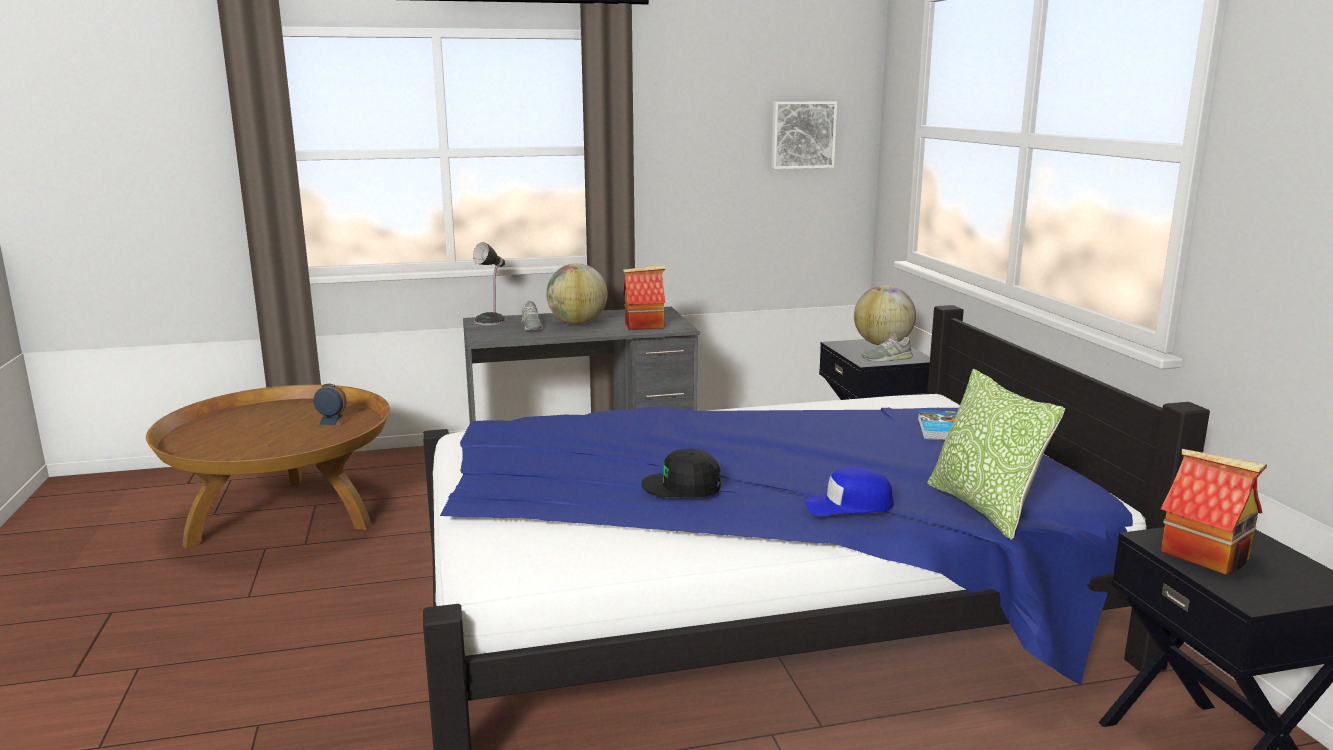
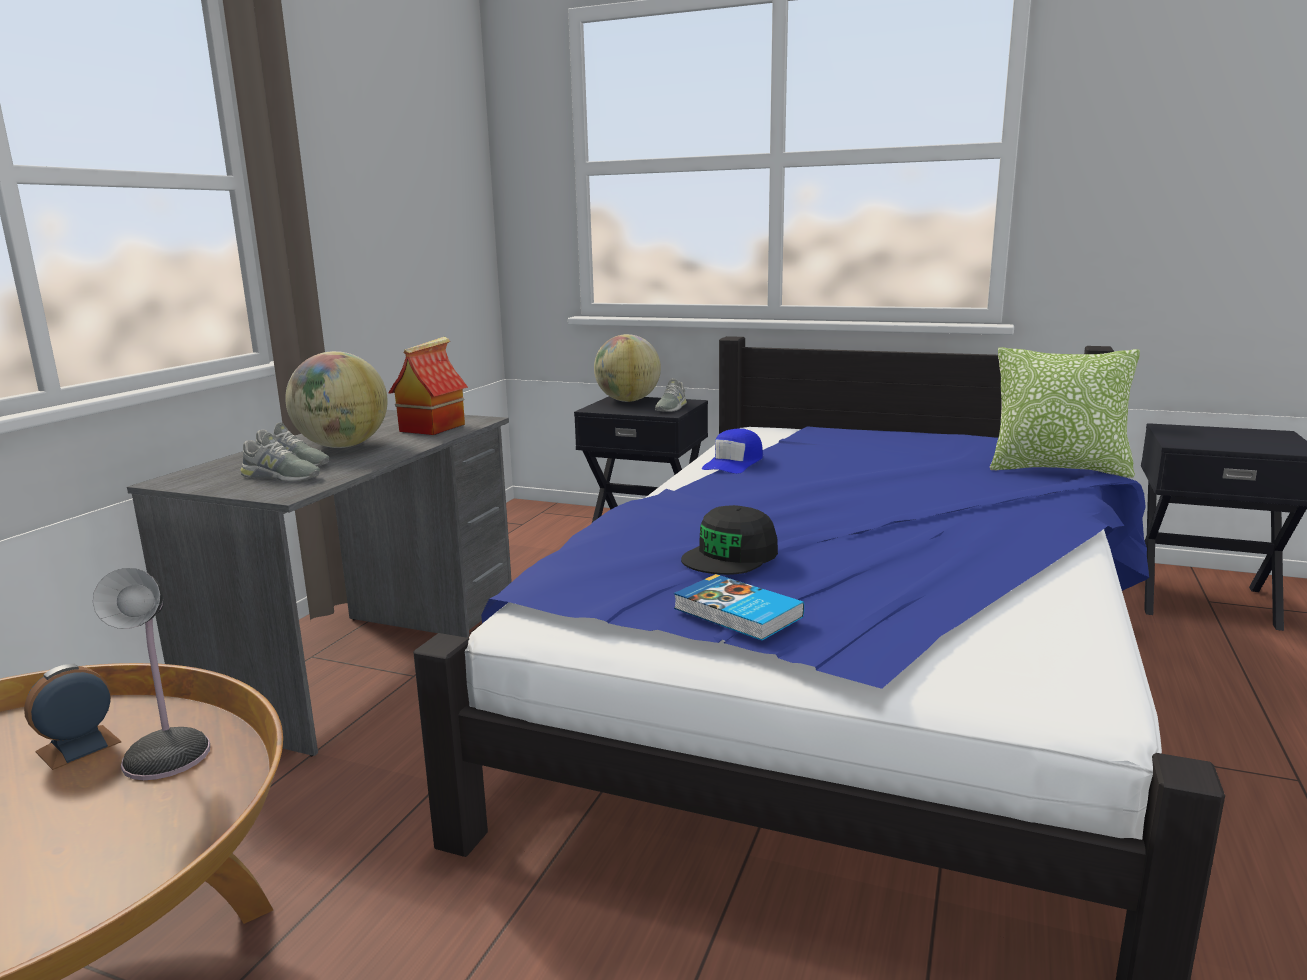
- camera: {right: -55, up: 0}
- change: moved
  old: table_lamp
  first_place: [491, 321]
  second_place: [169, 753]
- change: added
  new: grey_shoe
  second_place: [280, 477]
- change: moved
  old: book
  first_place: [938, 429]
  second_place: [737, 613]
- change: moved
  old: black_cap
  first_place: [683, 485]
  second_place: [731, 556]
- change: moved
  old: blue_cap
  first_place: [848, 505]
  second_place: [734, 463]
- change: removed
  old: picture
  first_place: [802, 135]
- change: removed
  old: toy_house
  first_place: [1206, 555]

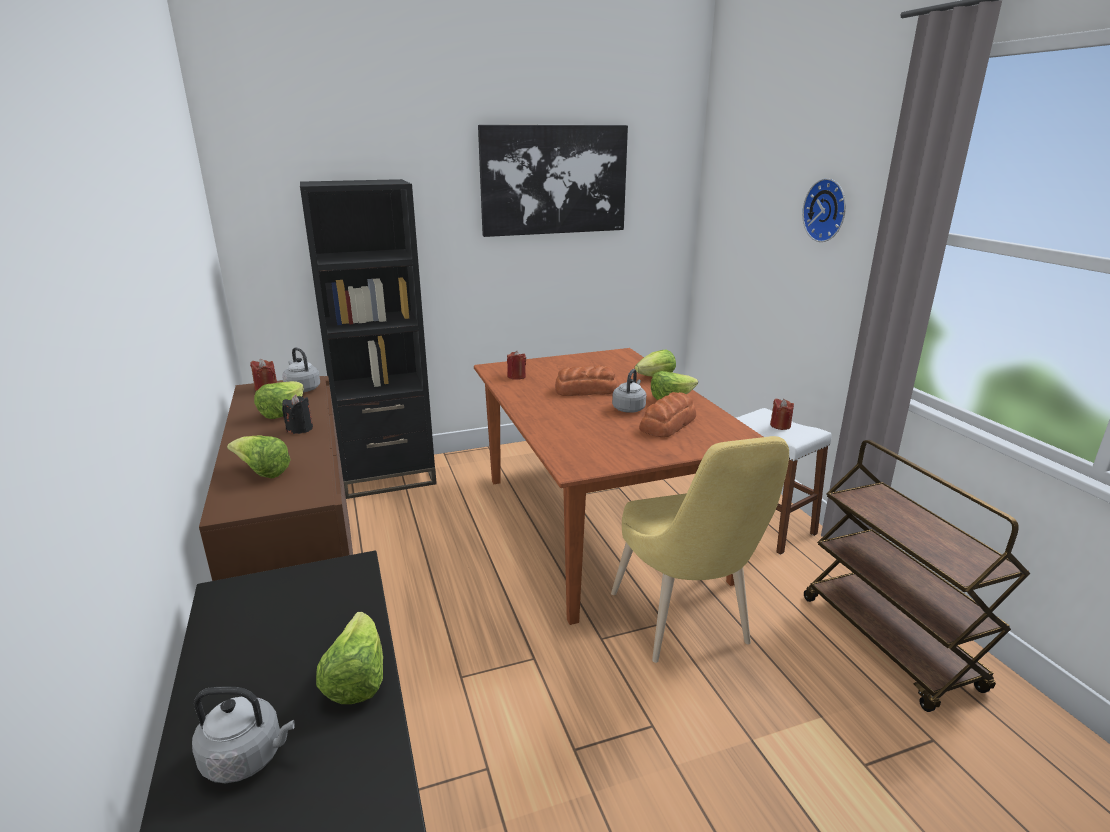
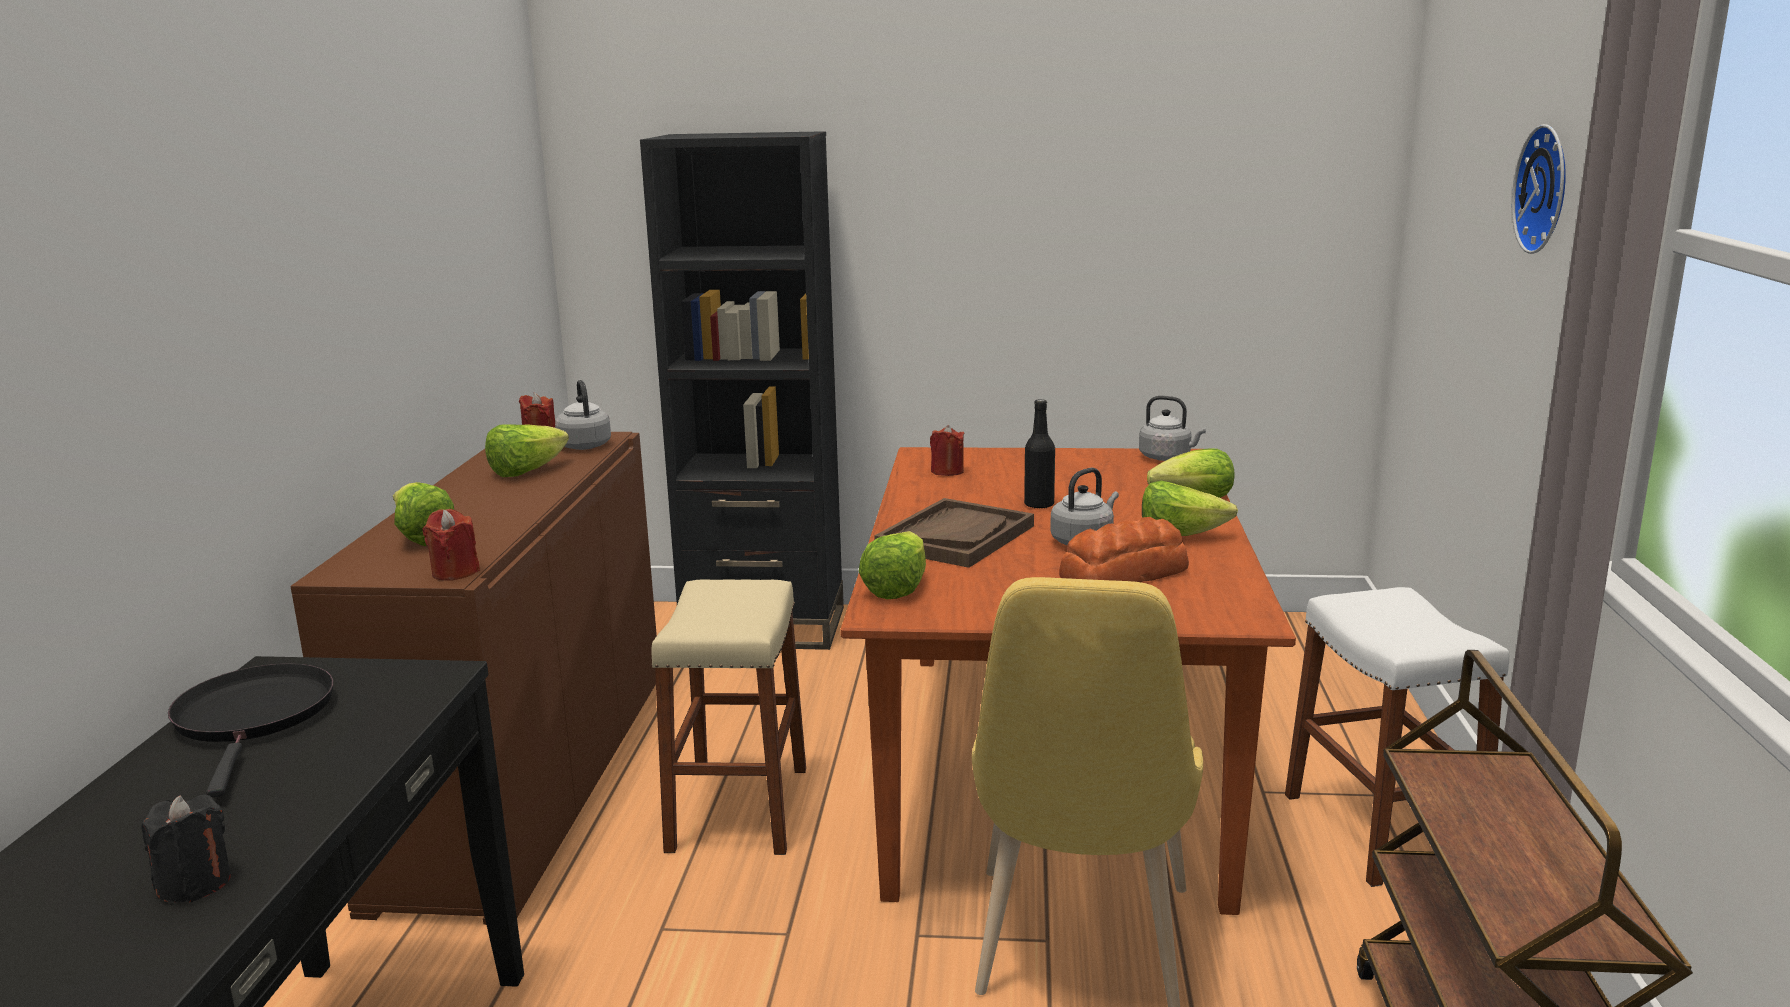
- camera: {right: 25, up: -5}
- change: moved
  old: black_candle
  first_place: [300, 429]
  second_place: [194, 884]
- change: added
  new: black_frying_pan
  second_place: [254, 718]
- change: moved
  old: red_candle
  first_place: [780, 425]
  second_place: [455, 572]
- change: added
  new: beige_stool
  second_place: [738, 809]
- change: moved
  old: lettuce
  first_place: [356, 679]
  second_place: [897, 588]
- change: added
  new: brown_tray
  second_place: [955, 537]
- change: replaced
  old: bread
  new: black_bottle
  first_place: [585, 390]
  second_place: [1039, 505]
- change: moved
  old: grey_kettle
  first_place: [247, 757]
  second_place: [1167, 457]
- change: removed
  old: picture
  first_place: [554, 180]

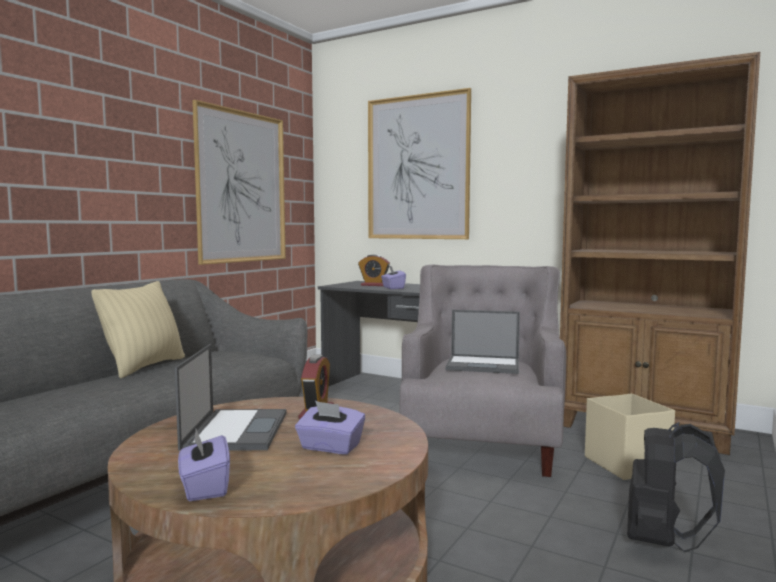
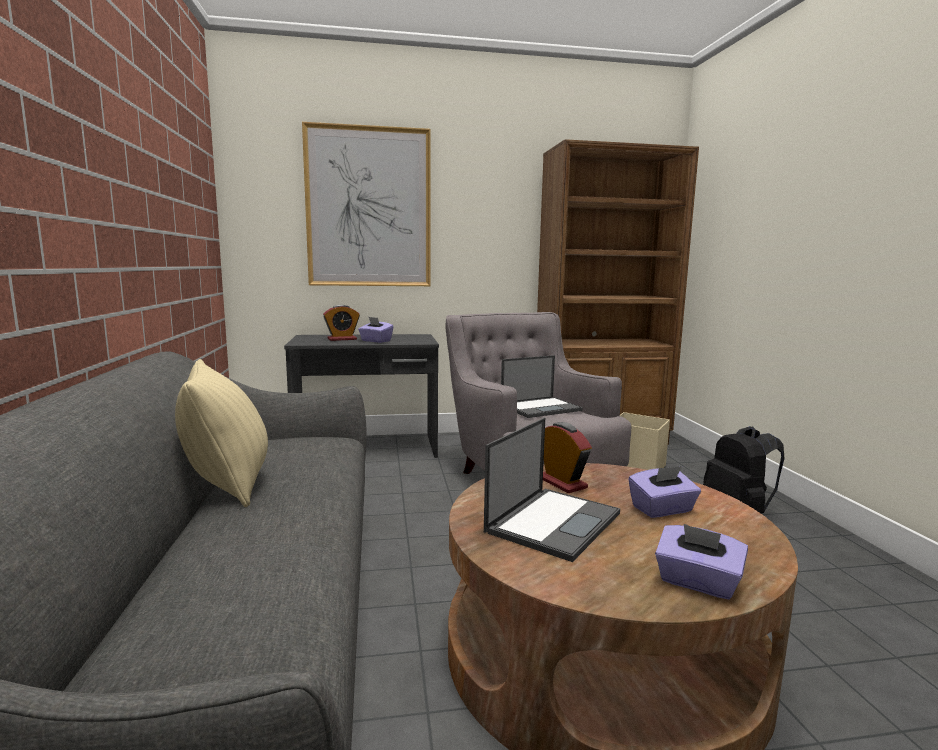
- camera: {right: -40, up: 5}
- change: turned
  old: laptop
  first_place: [236, 430]
  second_place: [554, 521]
  degrees: 75
- change: removed
  old: picture
  first_place: [242, 187]

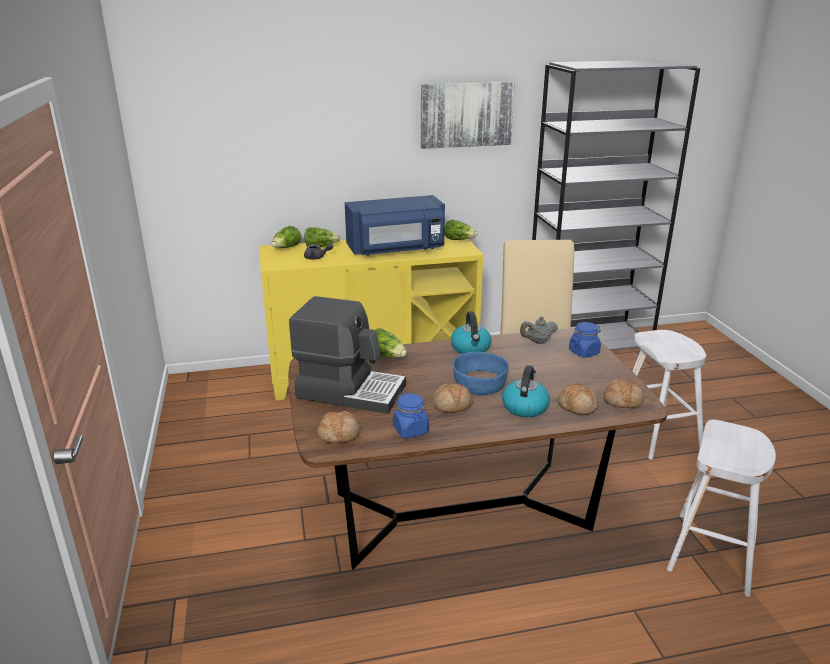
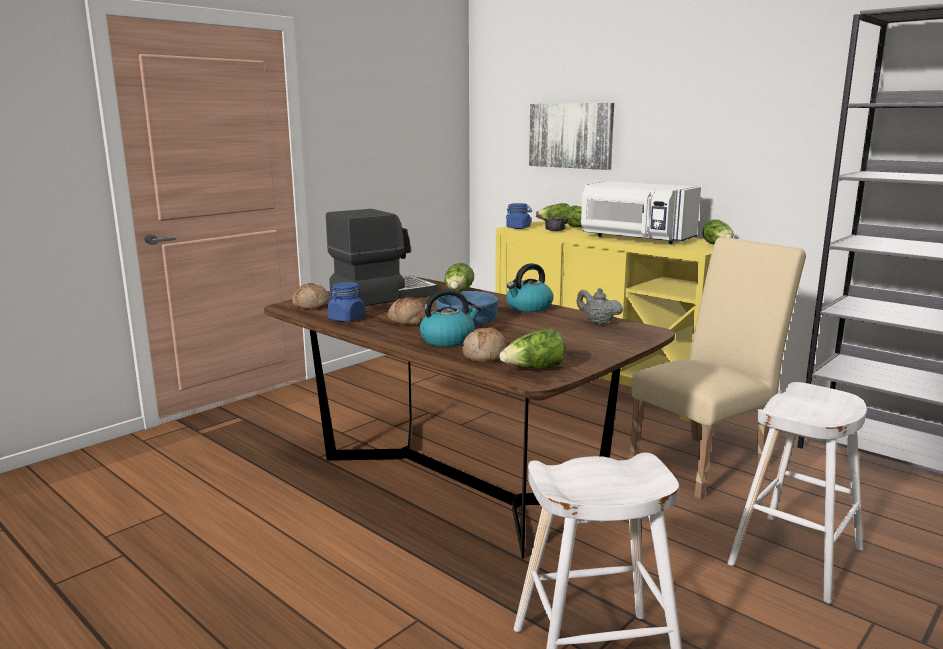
- camera: {right: 55, up: -10}
- change: turned
  old: coffee_machine
  first_place: [350, 390]
  second_place: [382, 295]
  degrees: -105
- change: replaced
  old: bread
  new: lettuce
  first_place: [623, 400]
  second_place: [534, 369]
- change: moved
  old: blue_jar
  first_place: [584, 352]
  second_place: [518, 228]
- change: moved
  old: picture
  first_place: [466, 114]
  second_place: [571, 135]
- change: recoloured
  old: blue_microwave
  new: white_microwave
  first_place: [396, 250]
  second_place: [634, 239]

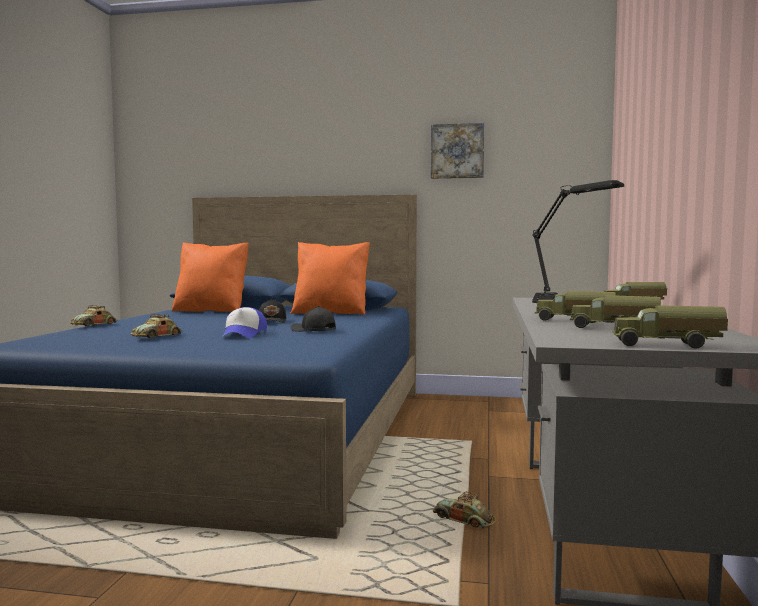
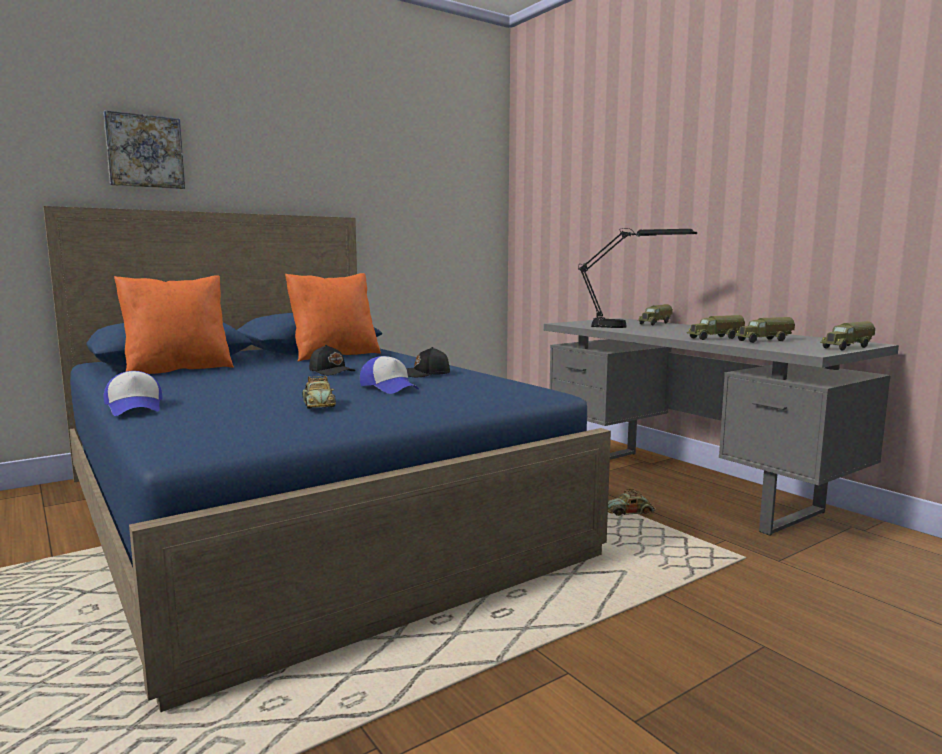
- camera: {right: -45, up: 5}
- change: moved
  old: picture
  first_place: [457, 151]
  second_place: [144, 151]
- change: replaced
  old: toy_car
  new: cap
  first_place: [94, 325]
  second_place: [135, 407]

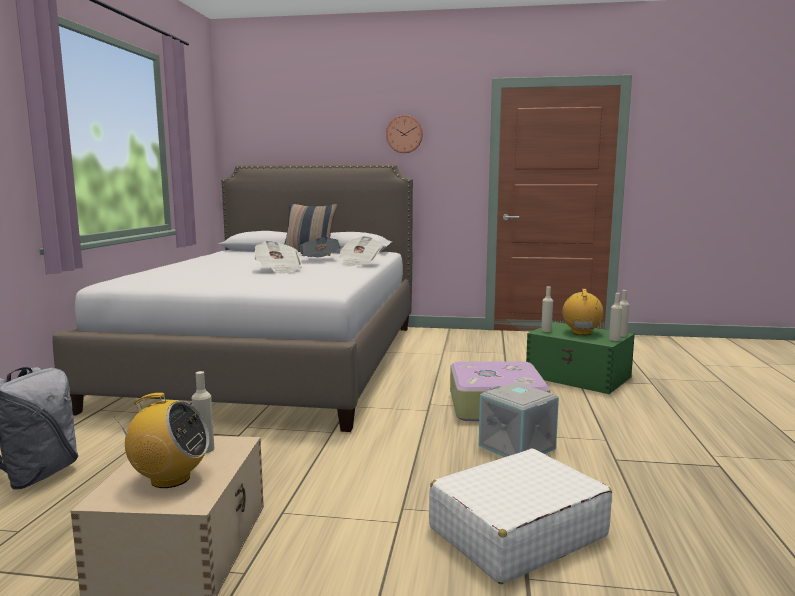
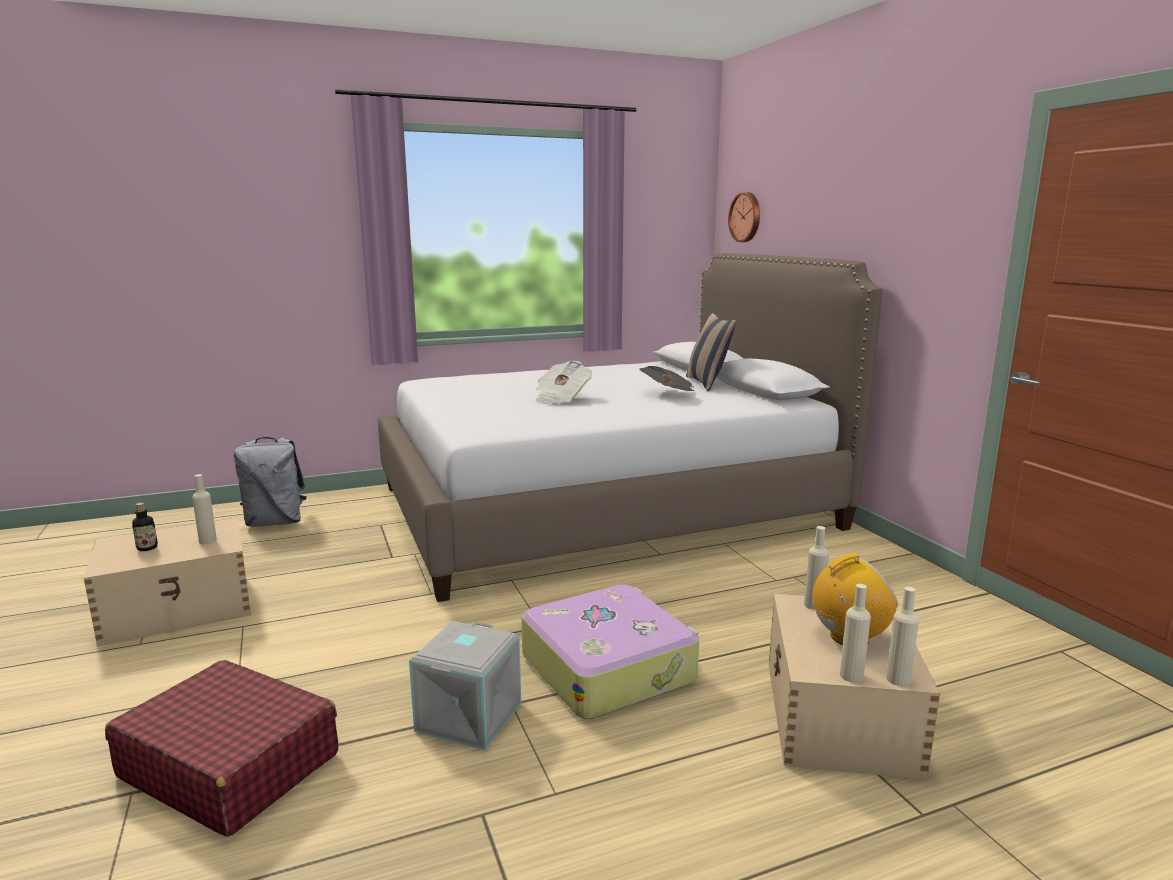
- camera: {right: 60, up: 5}
- change: recoloured
  old: white_suitcase
  new: red_suitcase
  first_place: [516, 532]
  second_place: [229, 765]
- change: replaced
  old: radio
  new: bottle
  first_place: [169, 479]
  second_place: [147, 548]
- change: moved
  old: wall_clock
  first_place: [404, 134]
  second_place: [746, 217]
- change: recoloured
  old: green_storage_box
  new: beige_storage_box
  first_place: [579, 377]
  second_place: [838, 716]
- change: removed
  old: newspaper
  first_place: [359, 263]

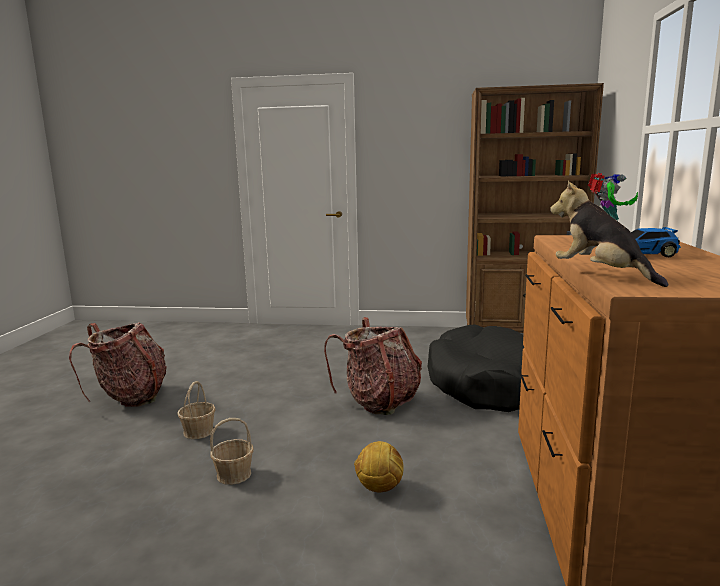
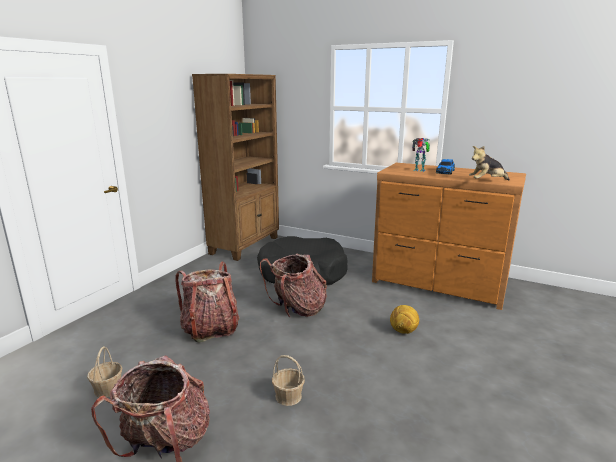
- camera: {right: -70, up: 5}
- change: moved
  old: basket
  first_place: [234, 474]
  second_place: [108, 388]
- change: added
  new: backpack
  second_place: [210, 329]

